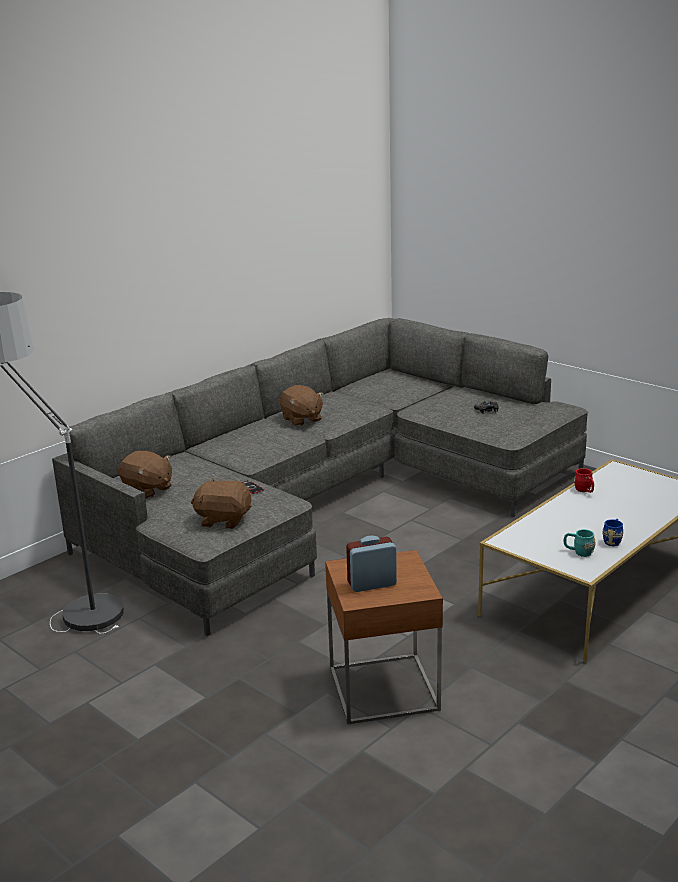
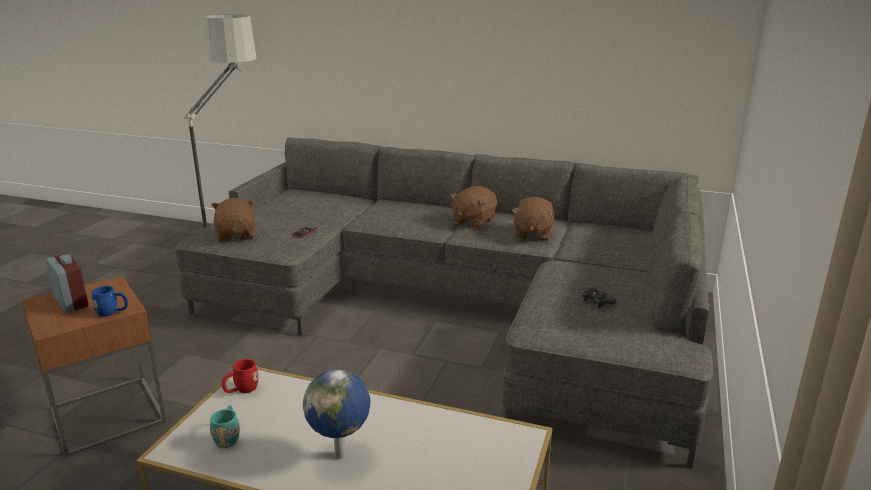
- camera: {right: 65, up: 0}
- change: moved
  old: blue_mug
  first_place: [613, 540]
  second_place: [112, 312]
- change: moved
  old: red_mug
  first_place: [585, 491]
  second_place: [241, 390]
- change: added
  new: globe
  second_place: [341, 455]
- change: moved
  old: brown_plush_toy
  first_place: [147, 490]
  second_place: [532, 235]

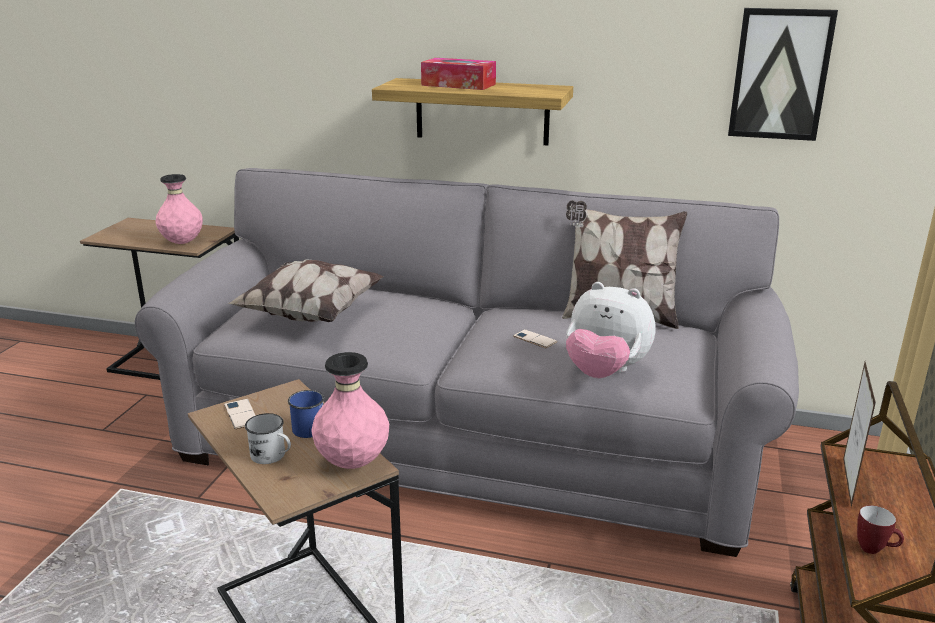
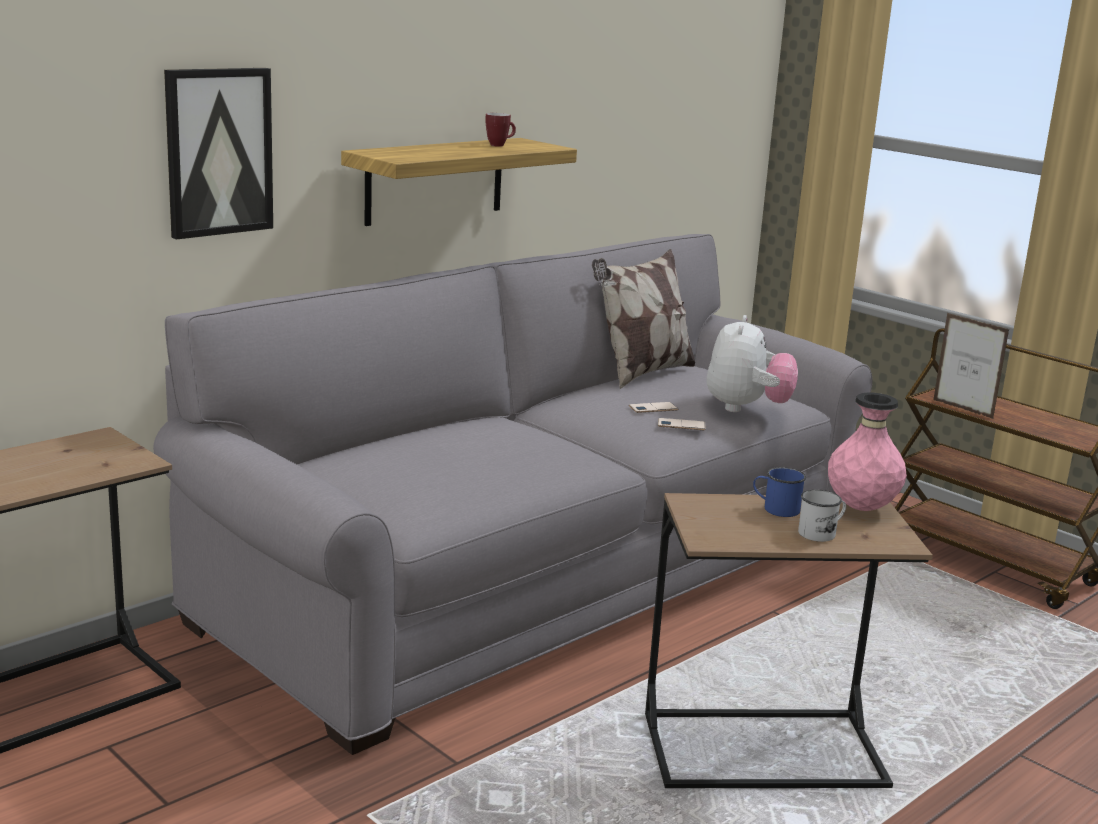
- camera: {right: -60, up: -5}
- change: moved
  old: picture
  first_place: [780, 74]
  second_place: [218, 152]
- change: moved
  old: mug
  first_place: [875, 549]
  second_place: [500, 145]
- change: moved
  old: phone
  first_place: [241, 414]
  second_place: [681, 425]
- change: turned
  old: plush_toy
  first_place: [605, 372]
  second_place: [746, 408]
  degrees: -45
- change: removed
  old: pink_vase
  first_place: [182, 243]
- change: removed
  old: pillow
  first_place: [310, 314]
- change: removed
  old: tissue_box
  first_place: [458, 85]

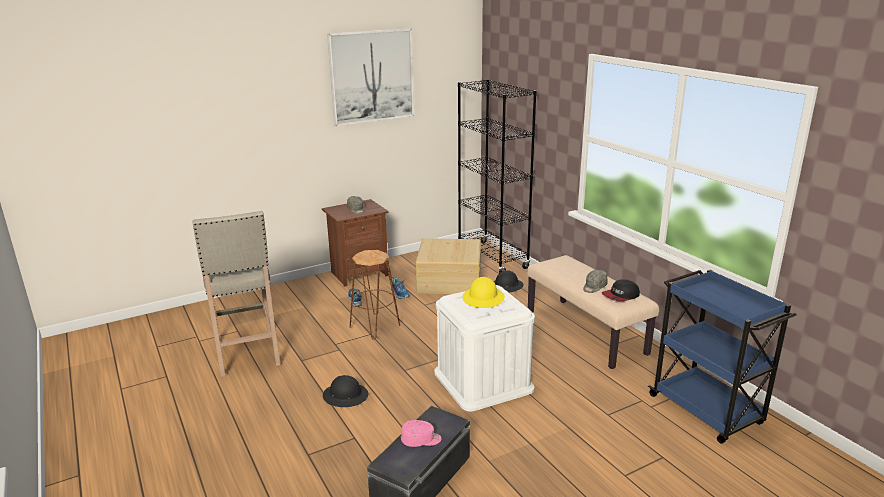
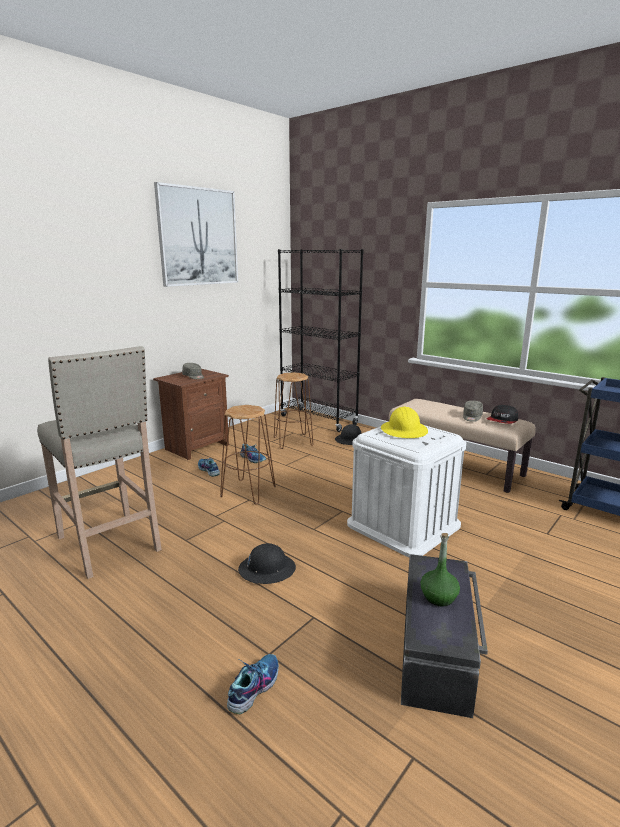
- camera: {right: -20, up: -5}
- change: added
  new: shoe
  second_place: [253, 687]
- change: replaced
  old: beige_storage_box
  new: brown_stool
  first_place: [449, 280]
  second_place: [293, 441]
- change: replaced
  old: pink_cap
  new: green_bottle
  first_place: [421, 440]
  second_place: [438, 597]

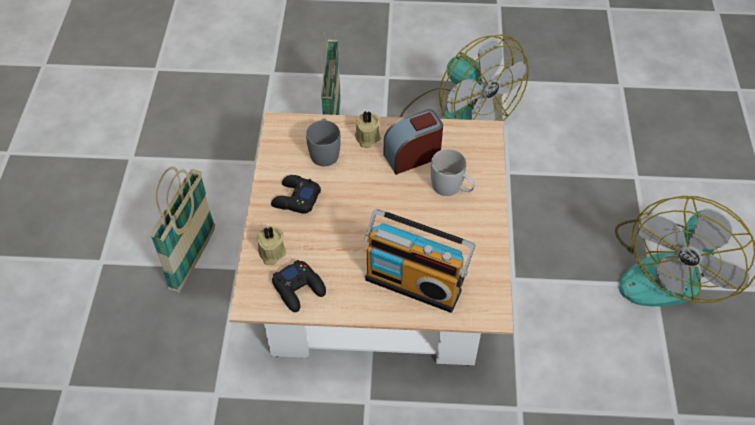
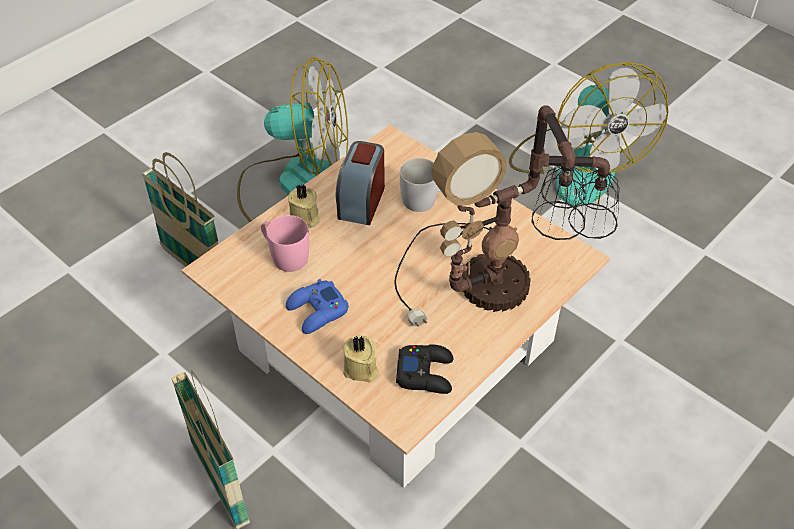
- camera: {right: -50, up: -5}
- change: recoloured
  old: grey_mug
  new: pink_mug
  first_place: [324, 151]
  second_place: [285, 255]
- change: recoloured
  old: black_game_controller
  new: blue_game_controller
  first_place: [295, 199]
  second_place: [317, 311]
- change: replaced
  old: radio
  new: table_lamp
  first_place: [415, 282]
  second_place: [500, 286]

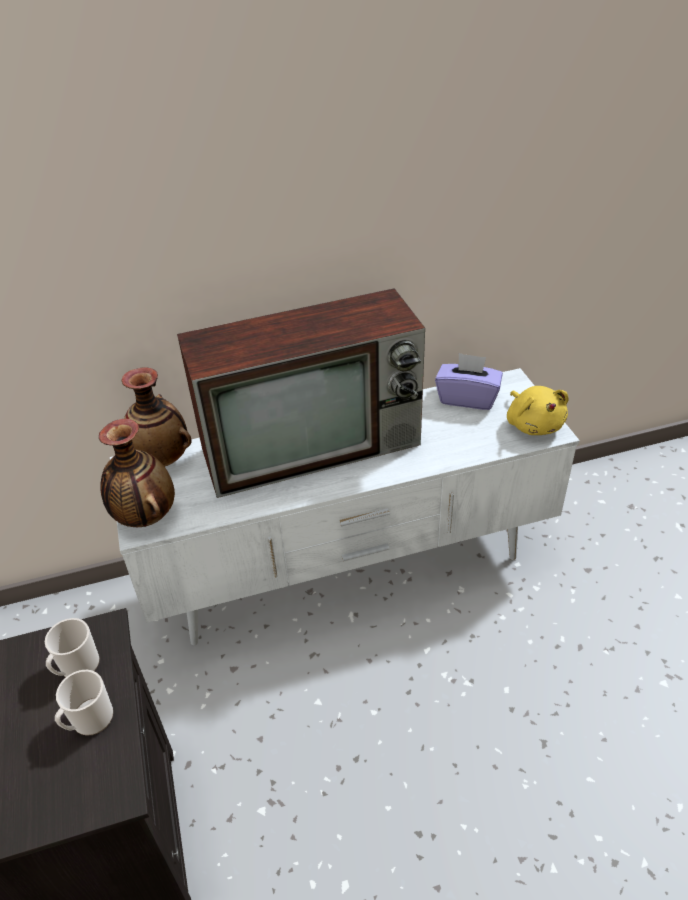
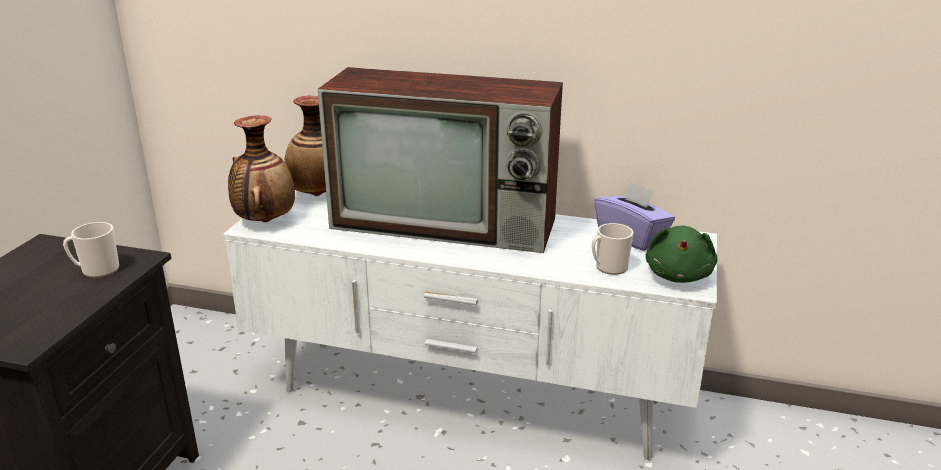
- camera: {right: 30, up: -15}
- change: moved
  old: mug
  first_place: [89, 721]
  second_place: [608, 267]
- change: recoloured
  old: yellow_plush_toy
  new: green_plush_toy
  first_place: [533, 424]
  second_place: [679, 275]

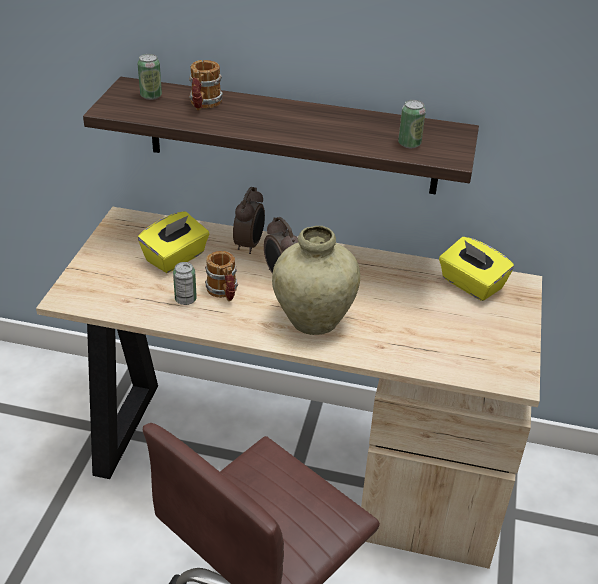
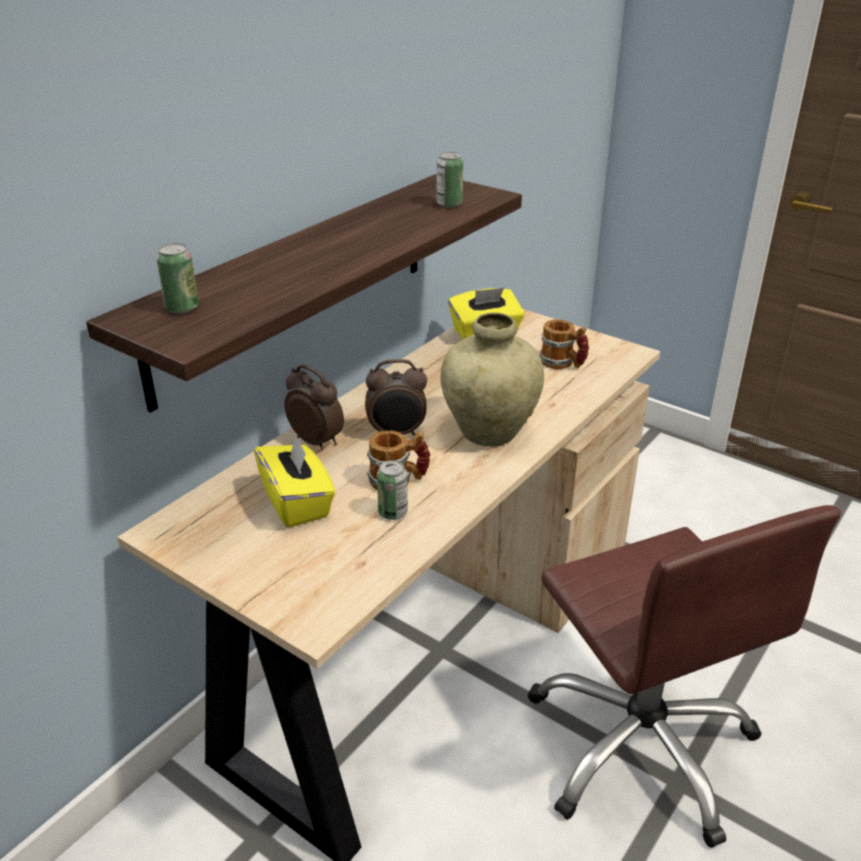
- camera: {right: -65, up: -5}
- change: moved
  old: mug
  first_place: [203, 104]
  second_place: [562, 364]

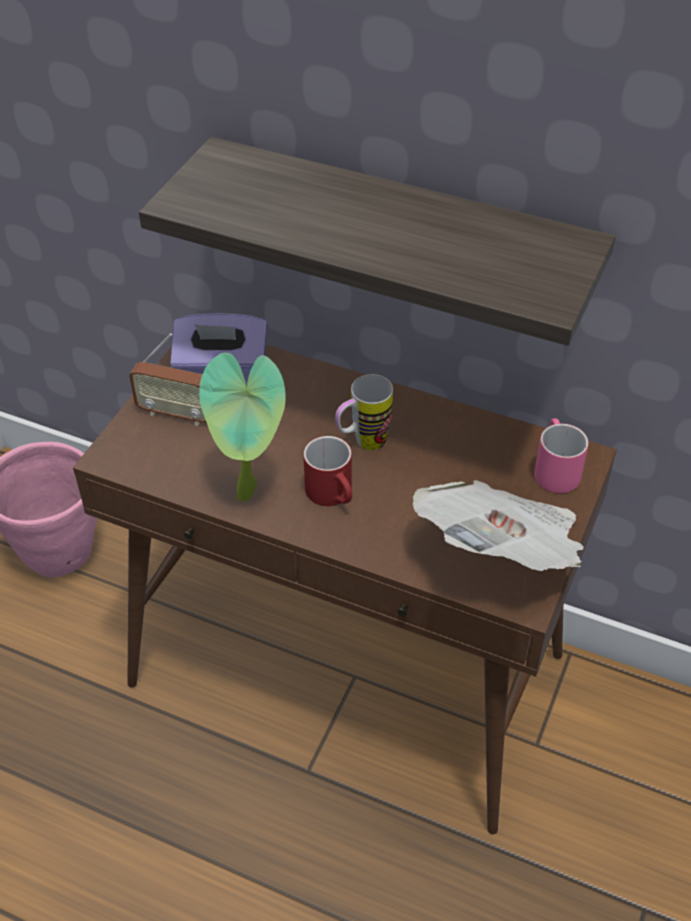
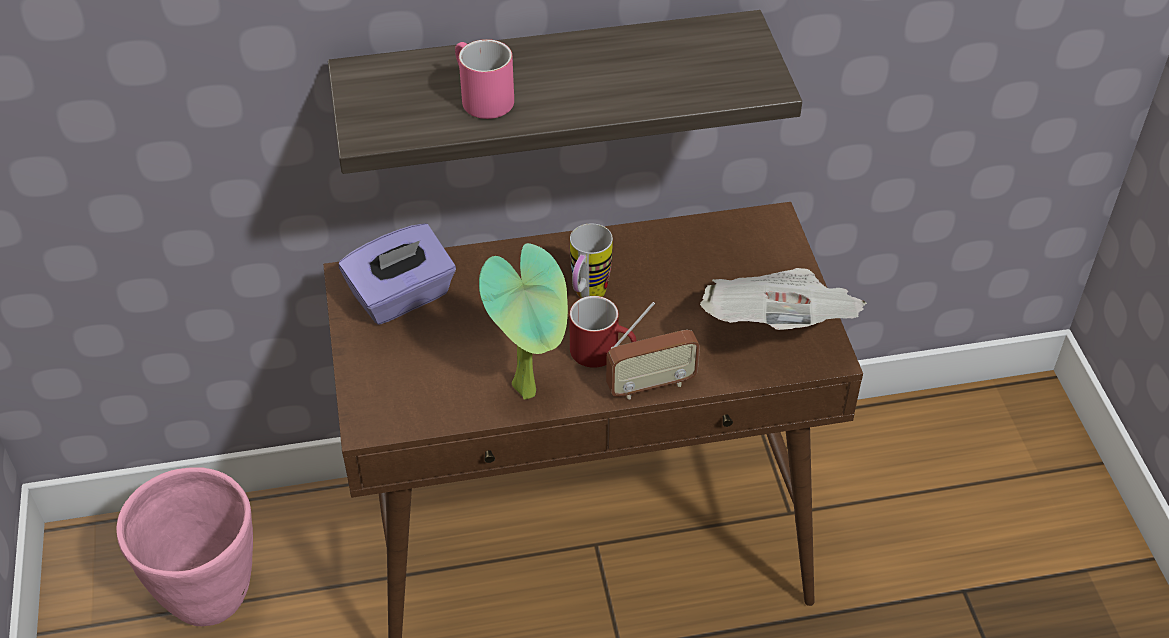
- camera: {right: -35, up: 0}
- change: moved
  old: pink_mug
  first_place: [553, 469]
  second_place: [480, 98]
- change: moved
  old: radio
  first_place: [177, 414]
  second_place: [651, 385]

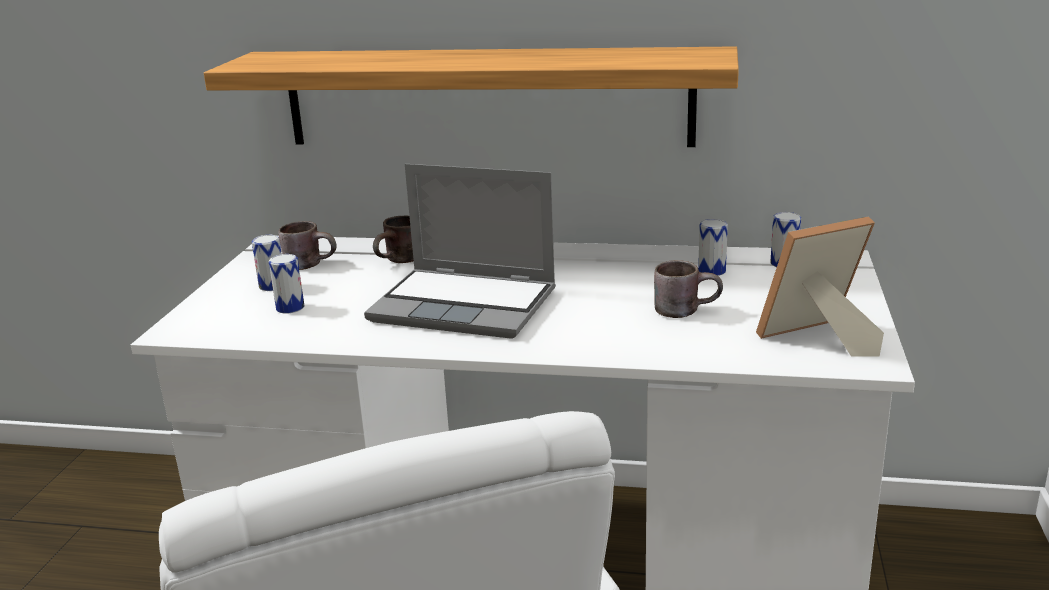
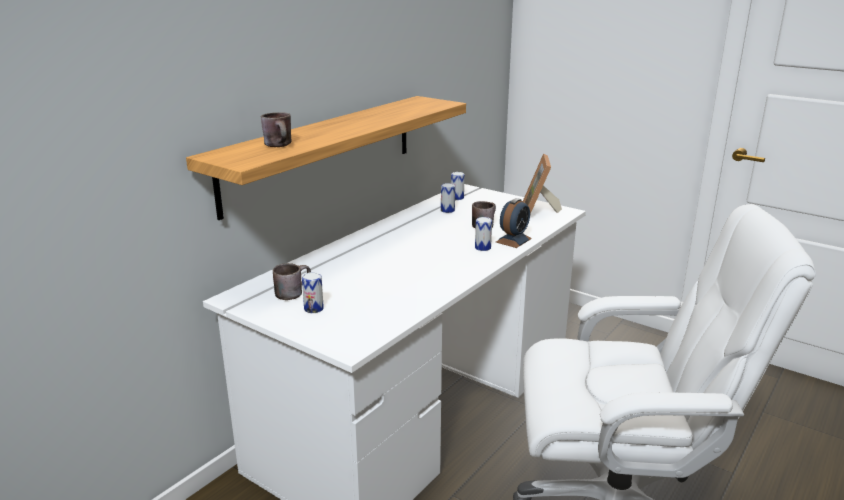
- camera: {right: -65, up: 0}
- change: moved
  old: brown_mug
  first_place: [401, 261]
  second_place: [282, 145]
- change: moved
  old: can
  first_place: [290, 307]
  second_place: [483, 248]
- change: added
  new: alarm_clock
  second_place: [513, 240]
- change: removed
  old: laptop
  first_place: [466, 305]

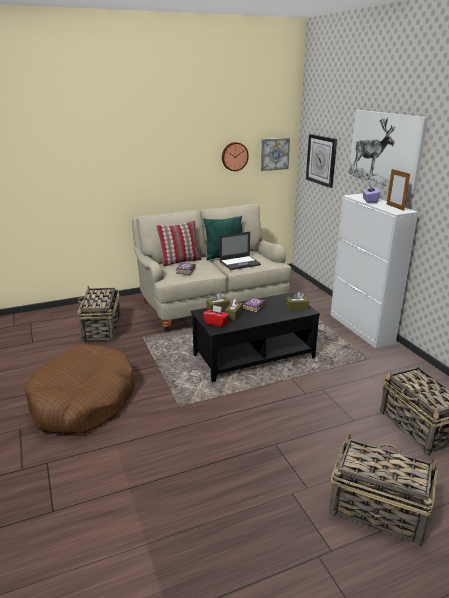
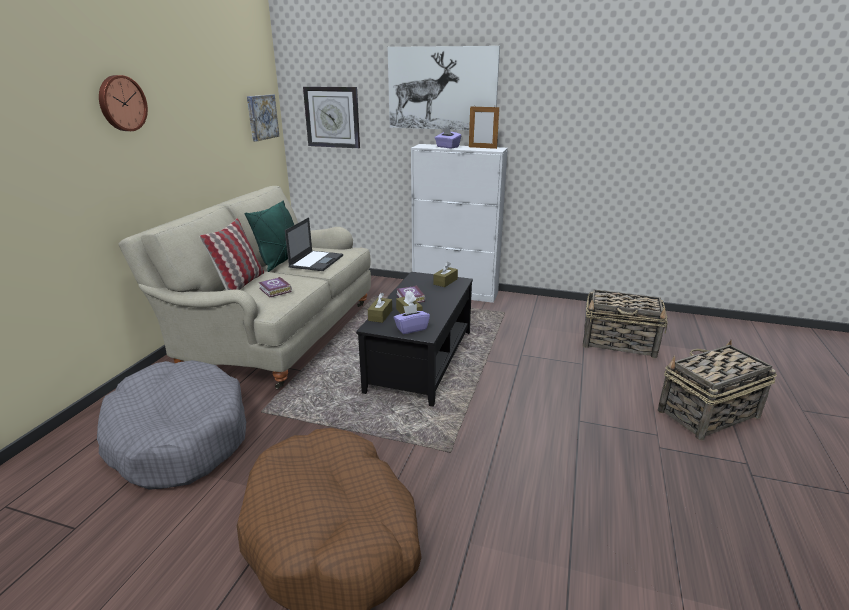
- camera: {right: -50, up: 0}
- change: replaced
  old: basket
  new: grey_dog_bed
  first_place: [101, 329]
  second_place: [178, 437]
- change: moved
  old: wall_clock
  first_place: [234, 156]
  second_place: [121, 103]
- change: recoloured
  old: red_tissue_box
  new: purple_tissue_box
  first_place: [216, 323]
  second_place: [411, 329]

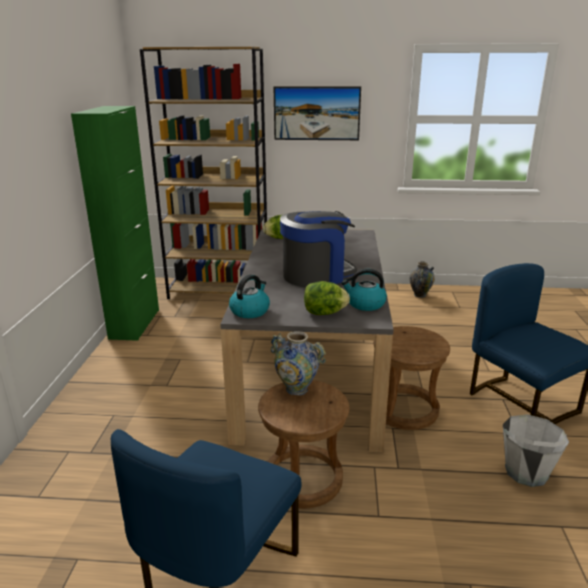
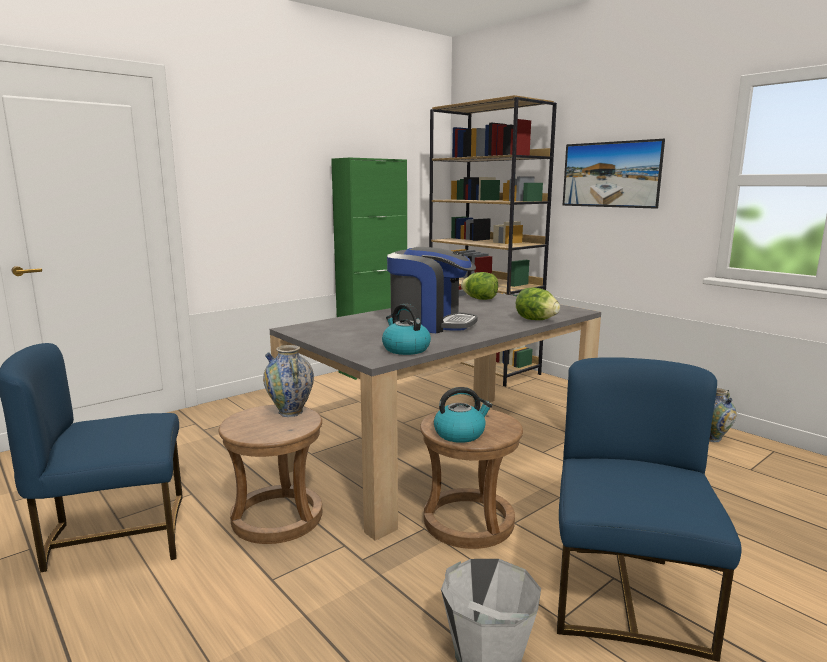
- camera: {right: 45, up: -10}
- change: moved
  old: kettle
  first_place: [250, 311]
  second_place: [460, 433]
- change: moved
  old: lettuce
  first_place: [324, 313]
  second_place: [536, 320]

